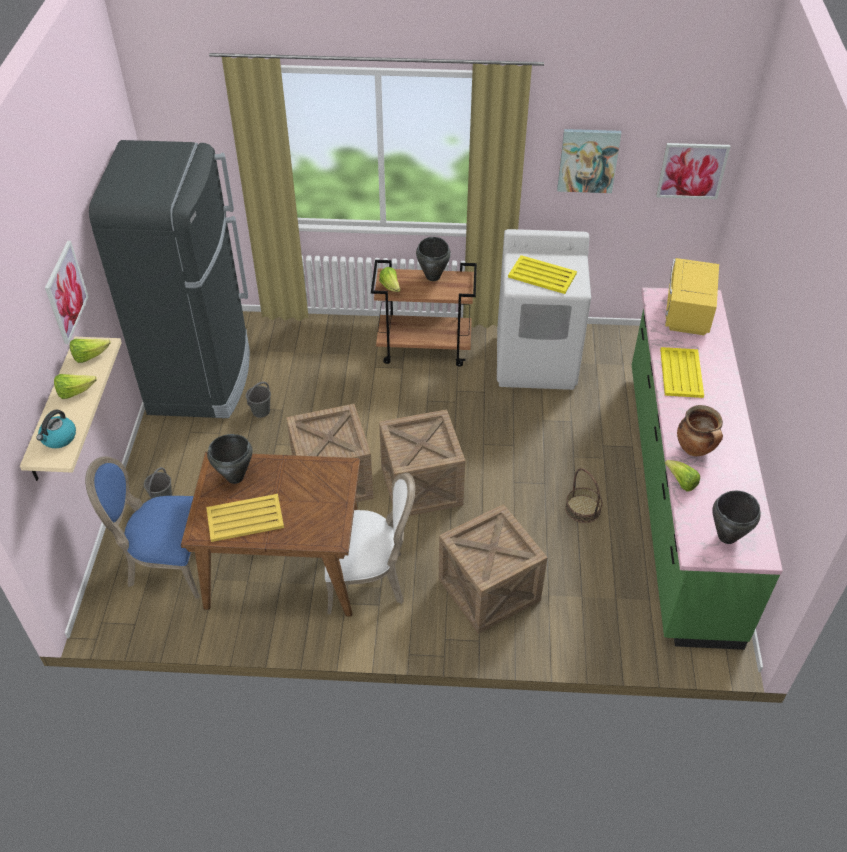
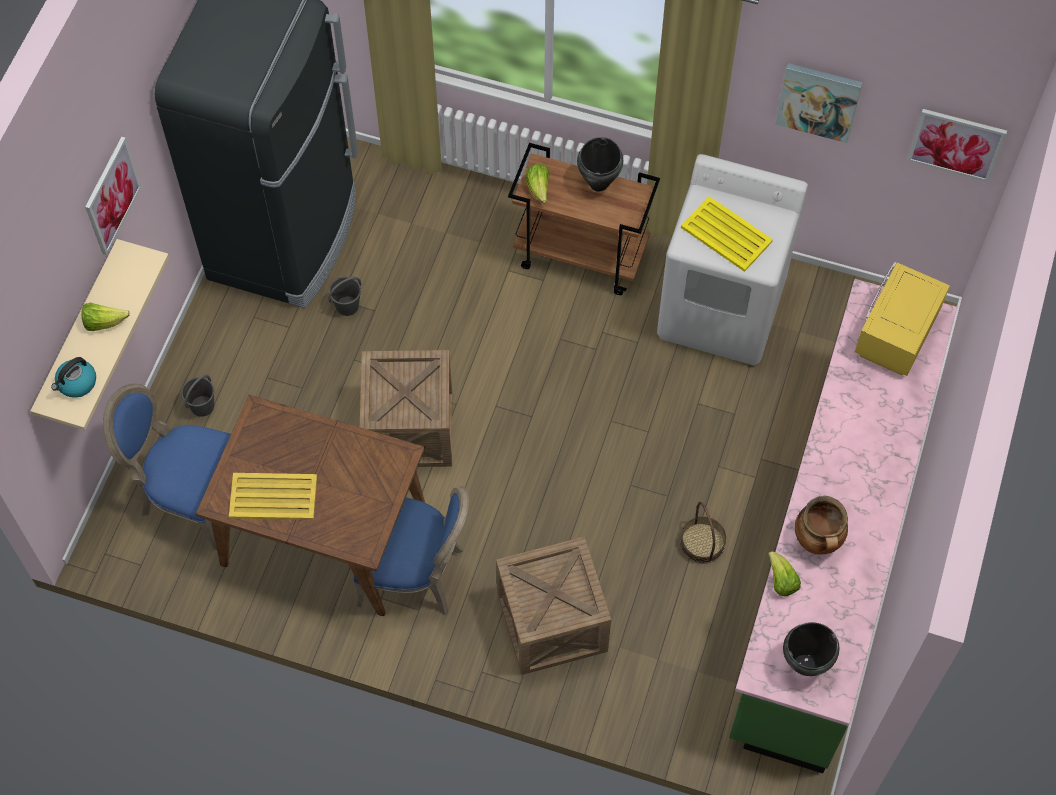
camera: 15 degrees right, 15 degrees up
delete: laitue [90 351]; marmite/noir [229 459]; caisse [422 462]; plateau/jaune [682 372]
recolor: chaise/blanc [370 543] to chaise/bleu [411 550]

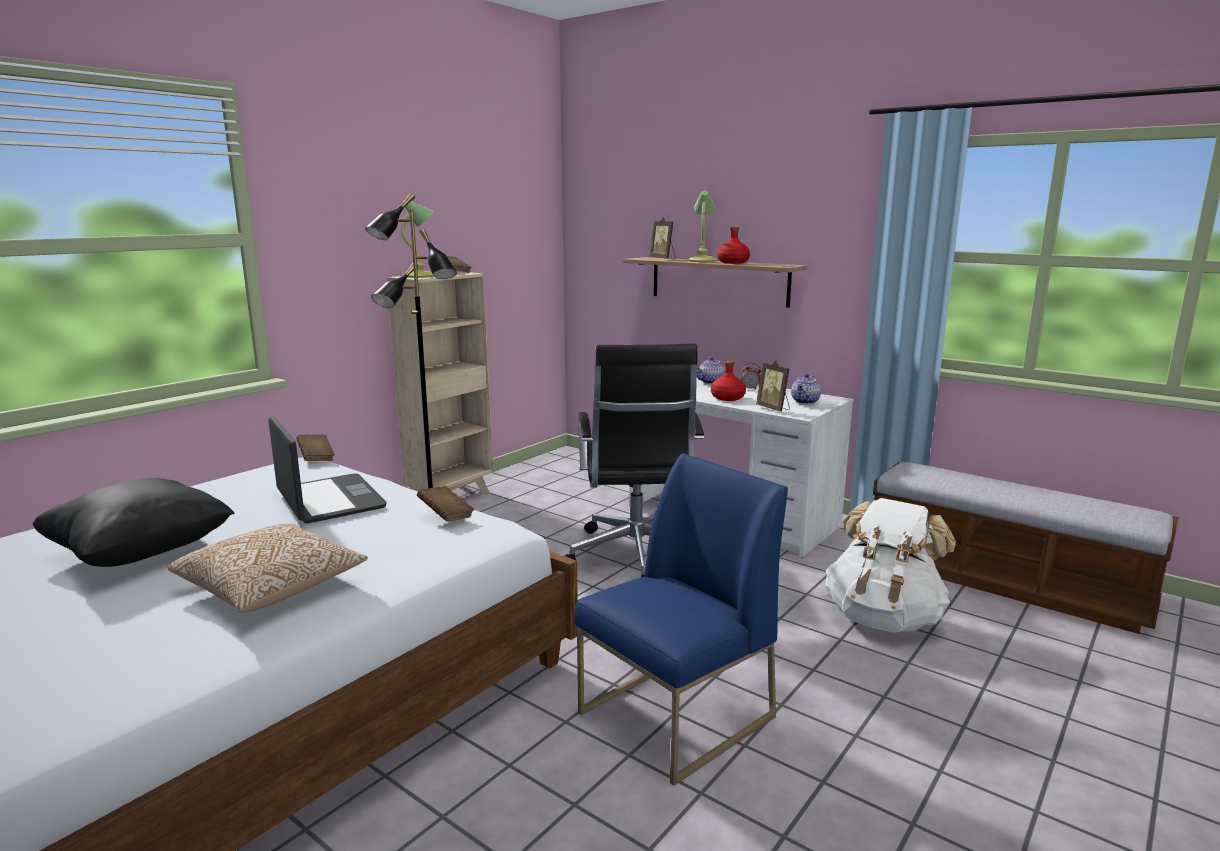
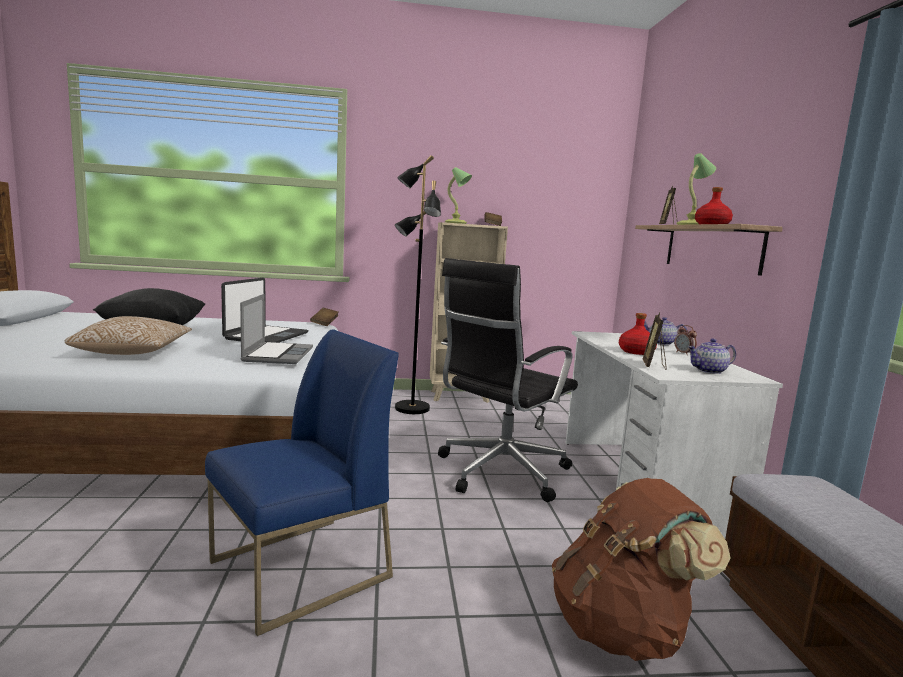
camera: 45 degrees right, 5 degrees down
replace: livre/marron [445 503] to ordinateur portable [276 329]
recolor: sac à dos/blanc [890 565] to sac à dos/marron [641 569]
rotate: chaise/bleu [681 619] = [302 482] 45 degrees counterclockwise

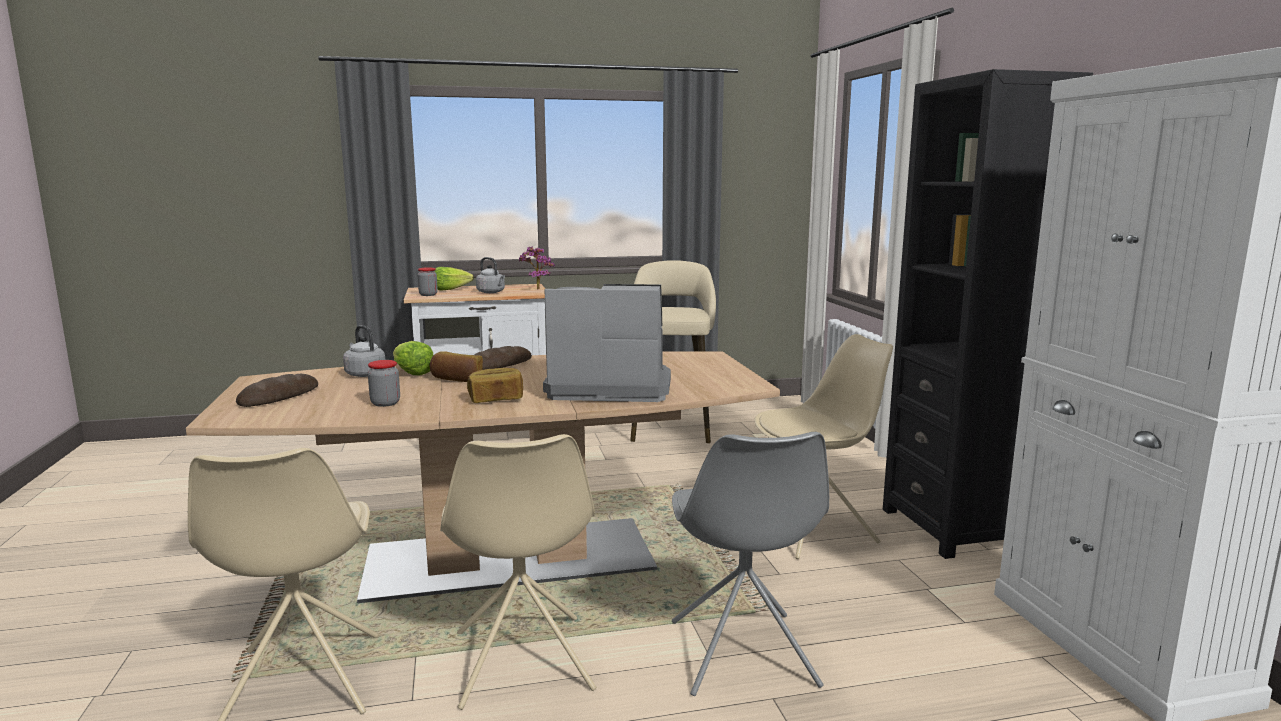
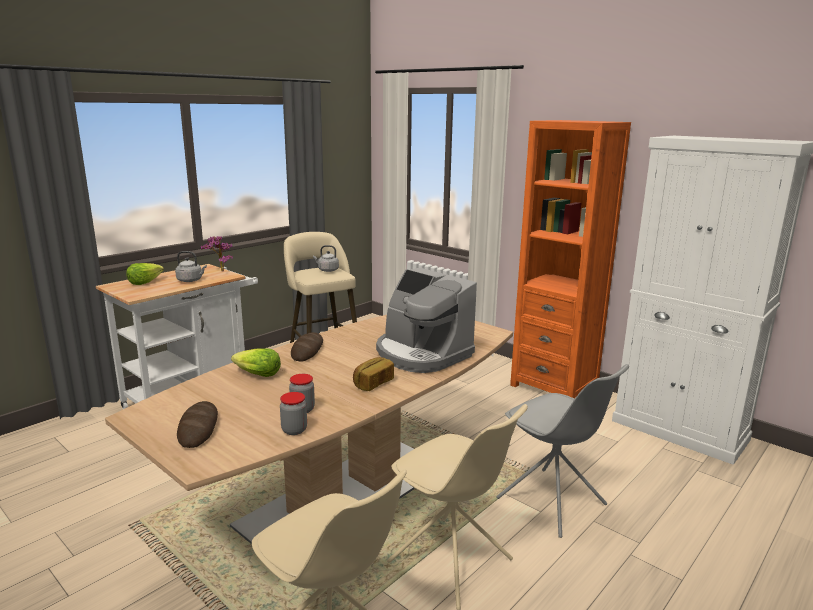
camera: 35 degrees left, 5 degrees up
delete: pain [456 366]; chaise/beige [823 446]
move: bouilloire/gris [364 351] to [326 258]; bocal [428 281] to [293 413]
recolor: bibliothèque/noir [988 314] to bibliothèque/orange [570 259]
rotate: machine à café [607 343] = [426 320] 105 degrees counterclockwise

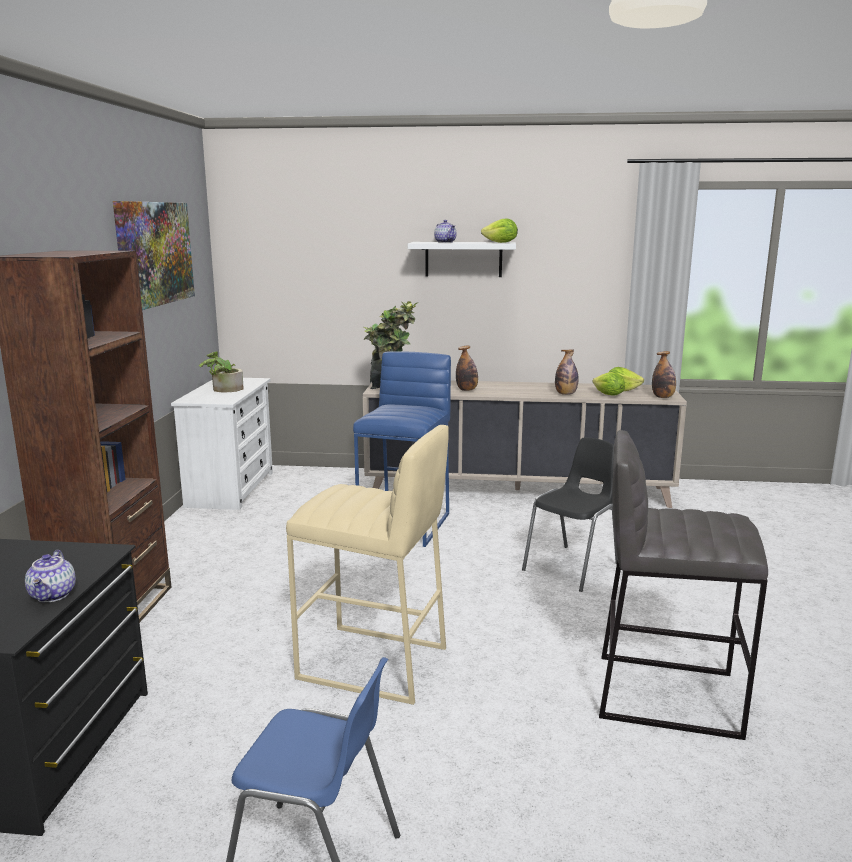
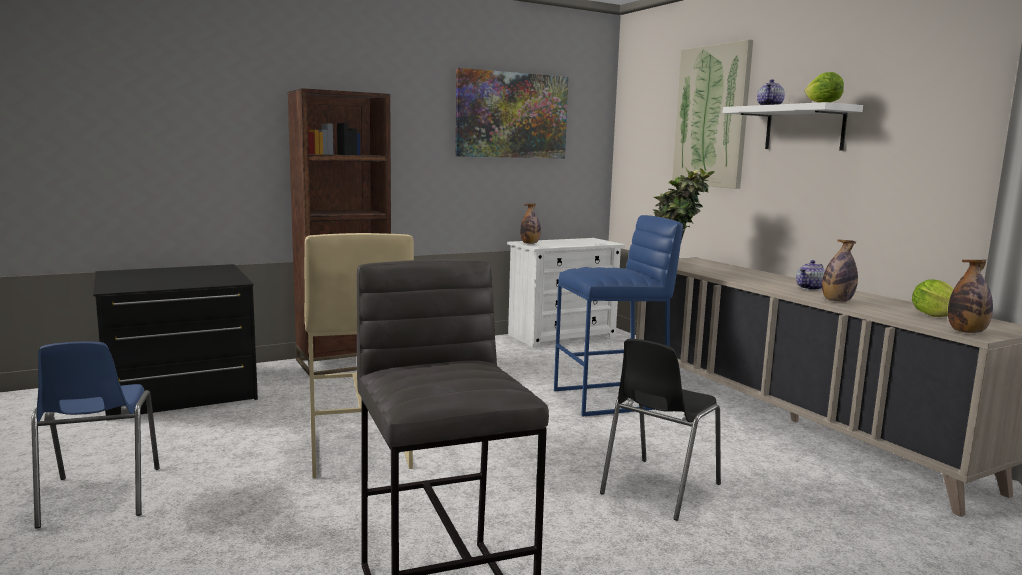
camera: 55 degrees right, 5 degrees down
delete: plante en pot [221 372]; laitue [609 384]
insert: tableau [712 114]
move: théière [50 576] to [810 275]; bouteille [467 368] to [530 223]
rotate: chaise/noir [570 515] = [660 430] 120 degrees clockwise

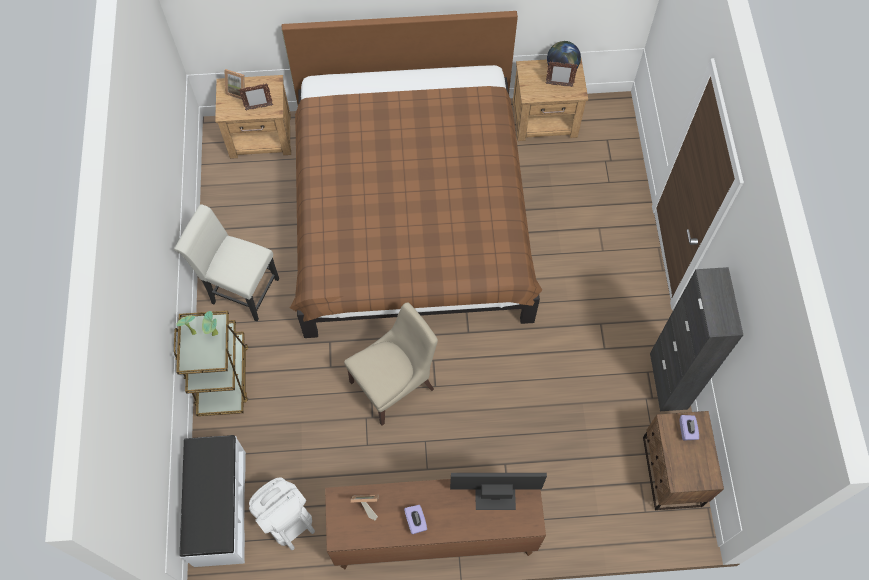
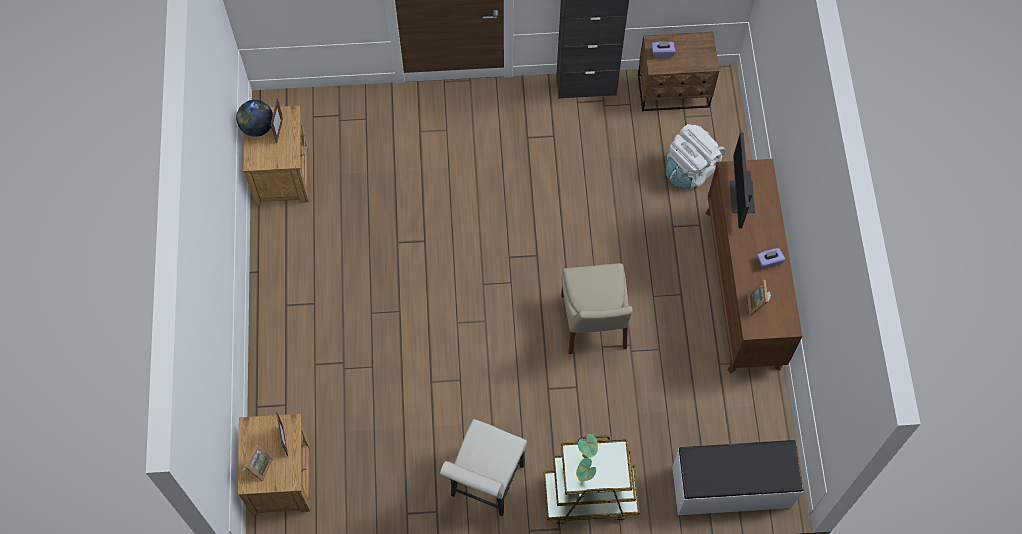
camera: 90 degrees left, 0 degrees up
delete: lit/marron [412 174]
move: sac à dos/blanc [282 514] to [695 156]
rotate: chaise/beige [391 364] = [597 308] 150 degrees counterclockwise

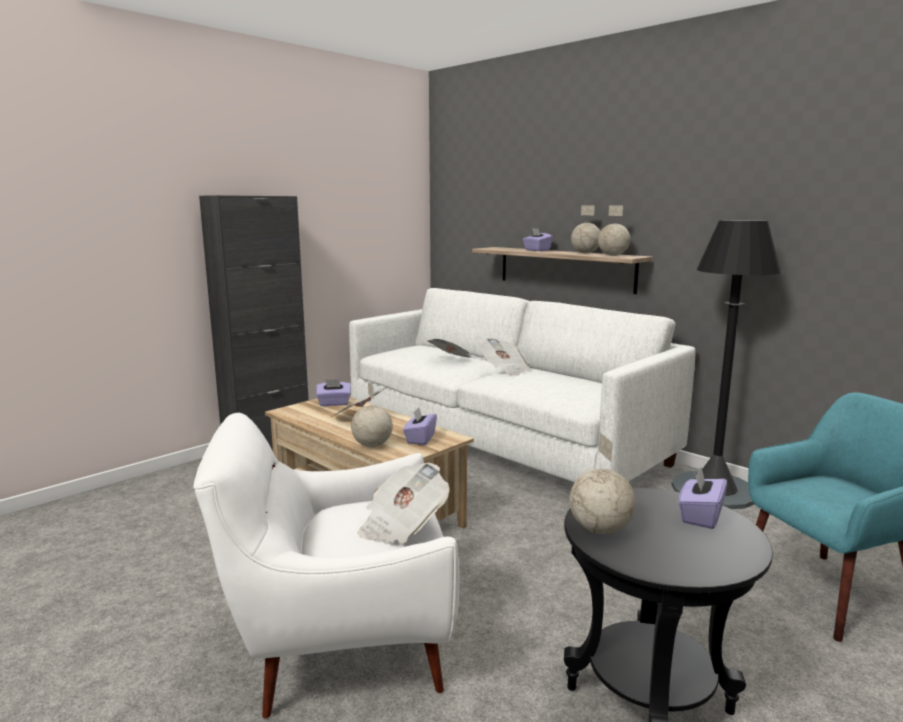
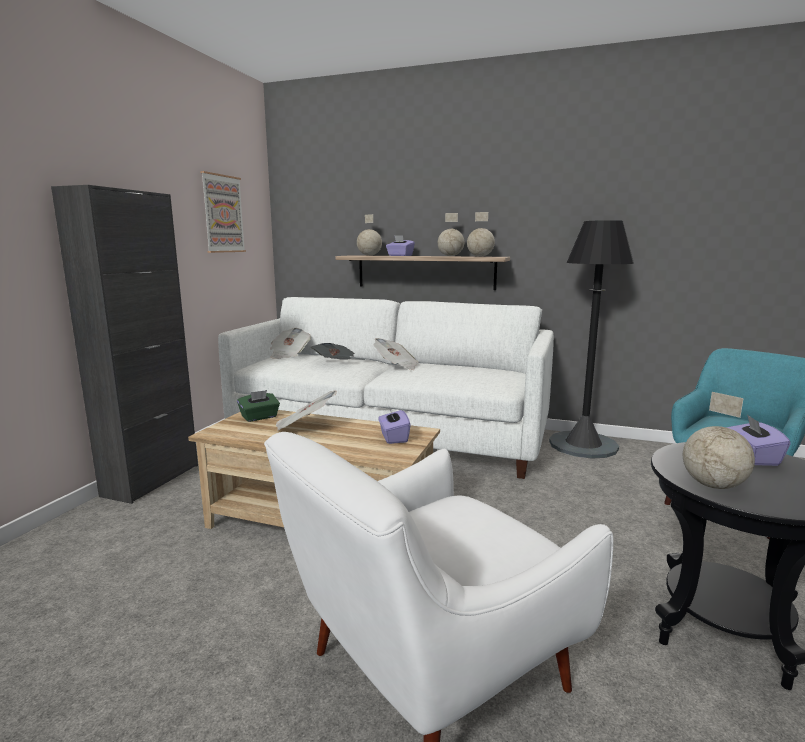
camera: 25 degrees left, 0 degrees up
insert: tableau [223 212]
move: globe [372 414] to [369 235]; journal [404 503] to [290 343]
recolor: boîte à mouchoirs/violet [333 392] to boîte à mouchoirs/vert [258 406]

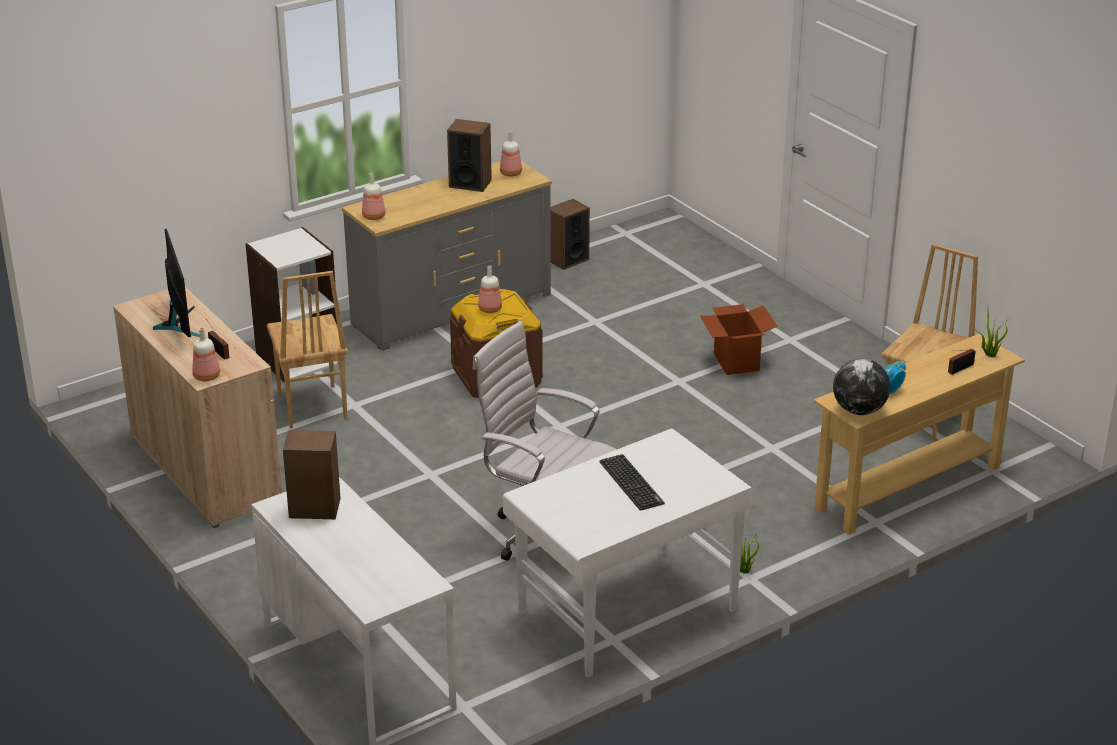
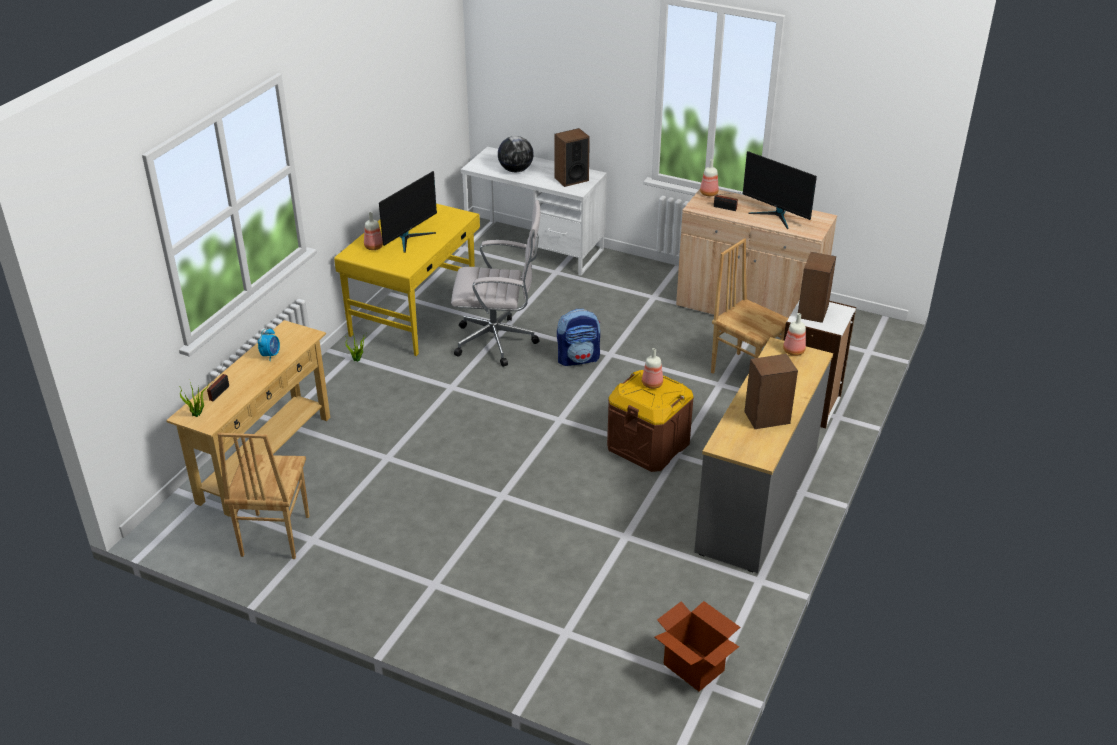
camera: 150 degrees right, 5 degrees up
insert: sac à dos [578 337]
move: bouteille [511 154] to [373 231]; enceinte [570 234] to [817 287]; carton [739 339] to [697 646]; globe [861 387] to [516 154]
replace: clavier [632 482] to écran d'ordinateur [408 212]
recolor: bureau/blanc [628 552] to bureau/jaune [407 280]

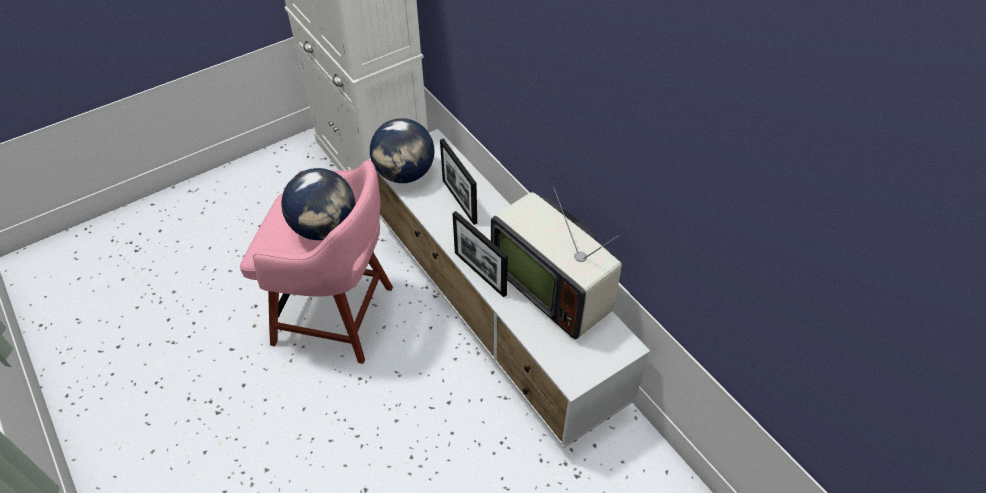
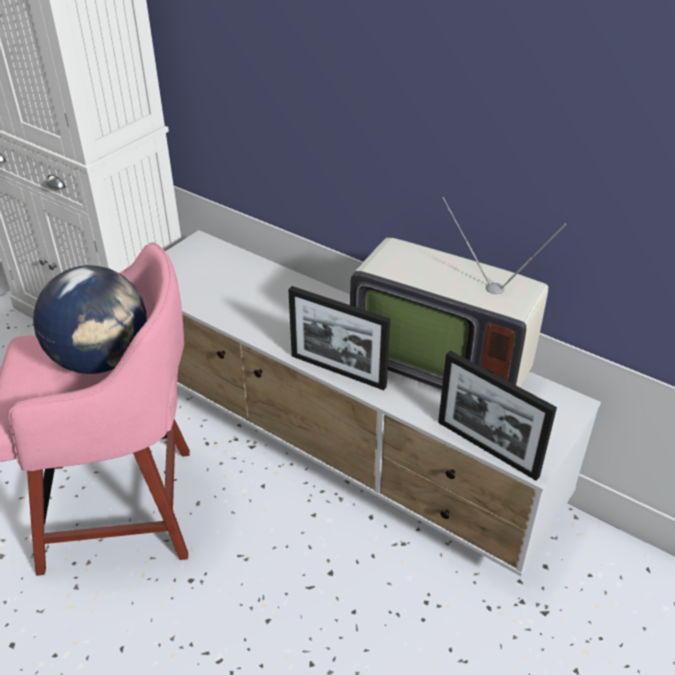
camera: 20 degrees left, 10 degrees down
delete: globe [402 150]
move: cadre photo [458 181] to [497 416]

